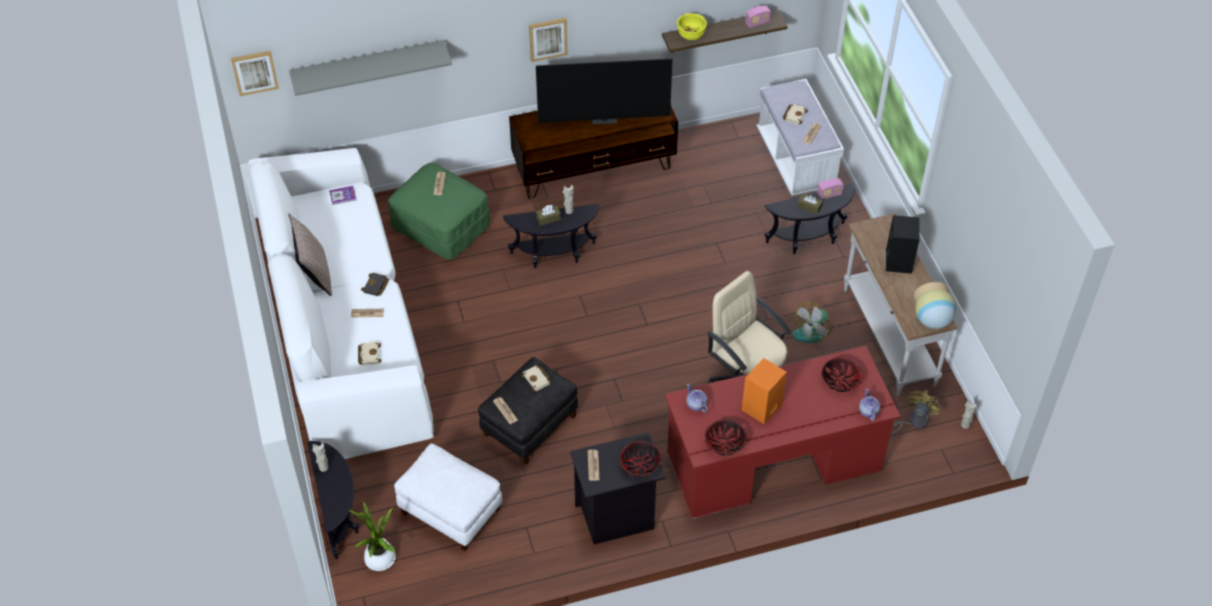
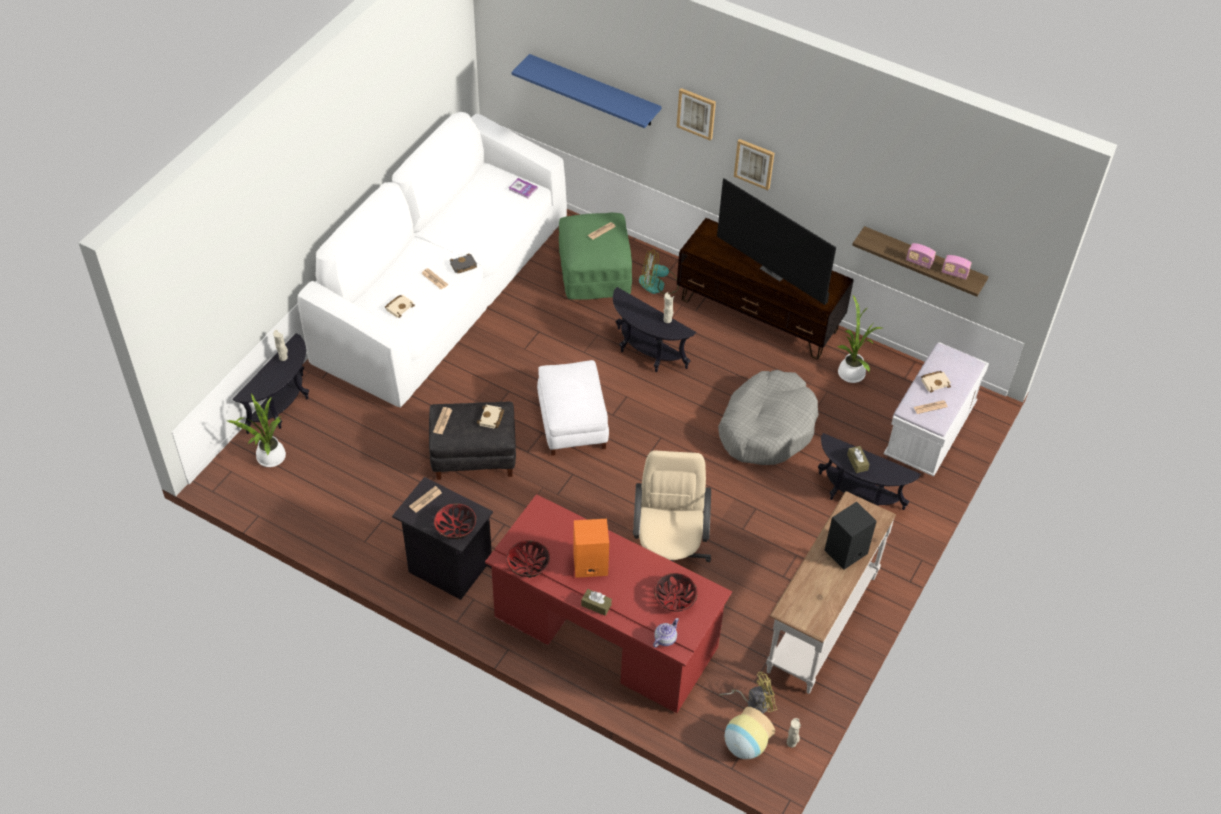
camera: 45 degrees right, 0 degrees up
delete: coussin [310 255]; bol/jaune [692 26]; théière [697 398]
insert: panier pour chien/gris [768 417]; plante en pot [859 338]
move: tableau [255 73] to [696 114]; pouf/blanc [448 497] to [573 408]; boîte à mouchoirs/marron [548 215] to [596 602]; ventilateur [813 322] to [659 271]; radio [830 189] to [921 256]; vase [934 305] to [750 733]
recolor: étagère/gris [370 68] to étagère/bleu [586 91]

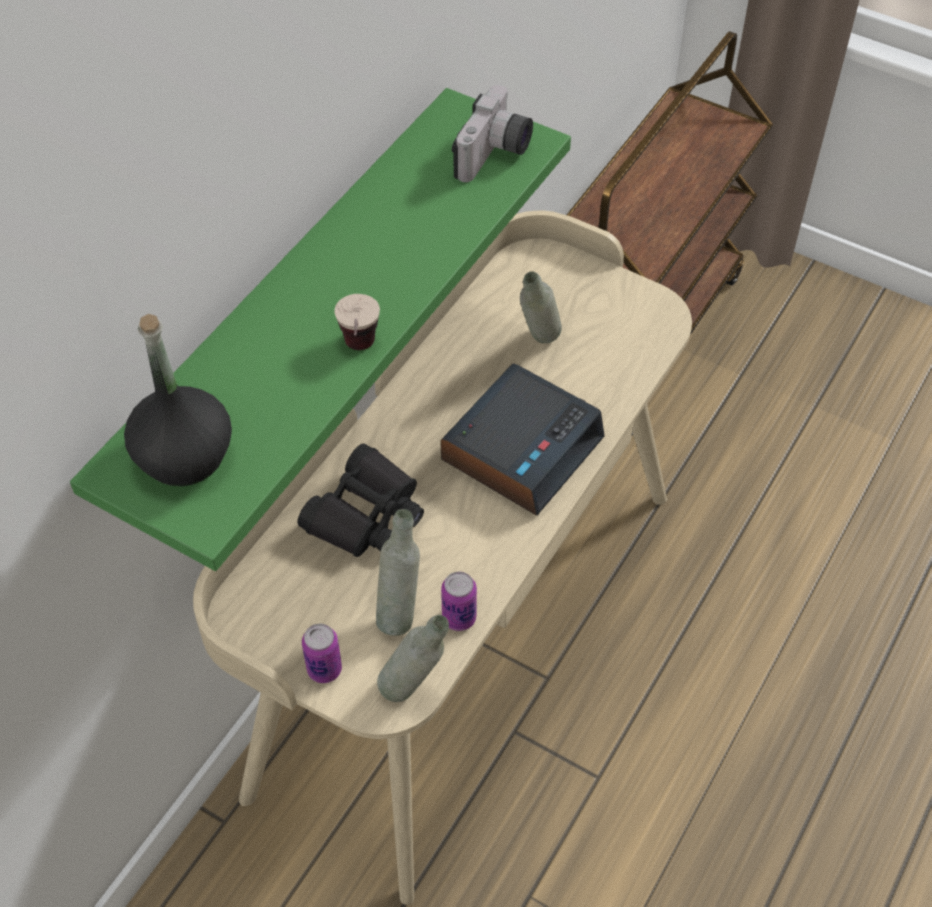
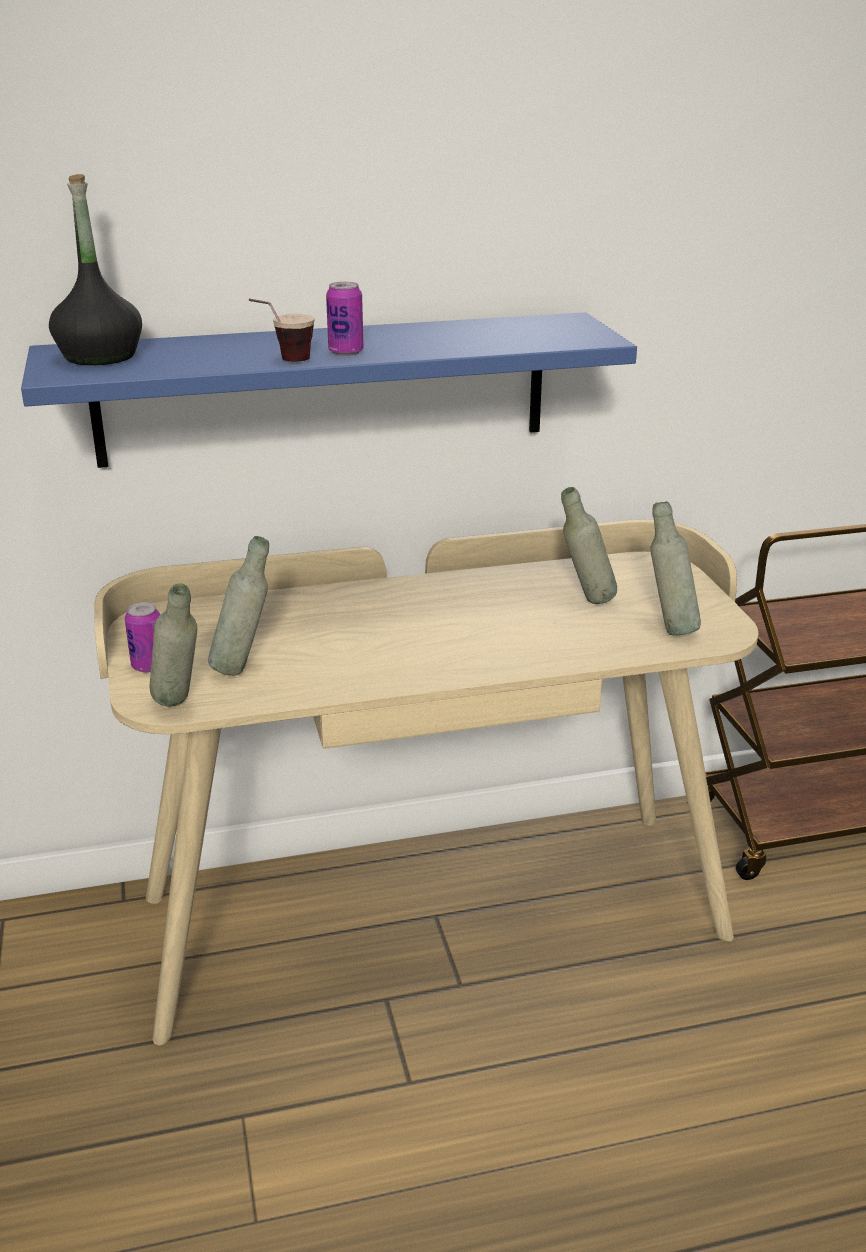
camera: 45 degrees right, 25 degrees down
delete: jumelles/noir [360 500]; réveil [522 439]; appareil photo [492 133]
insert: bouteille/gris [675 568]
move: boîte métallique [459 601] to [345 319]
recolor: étagère/vert [320 329] to étagère/bleu [329 390]

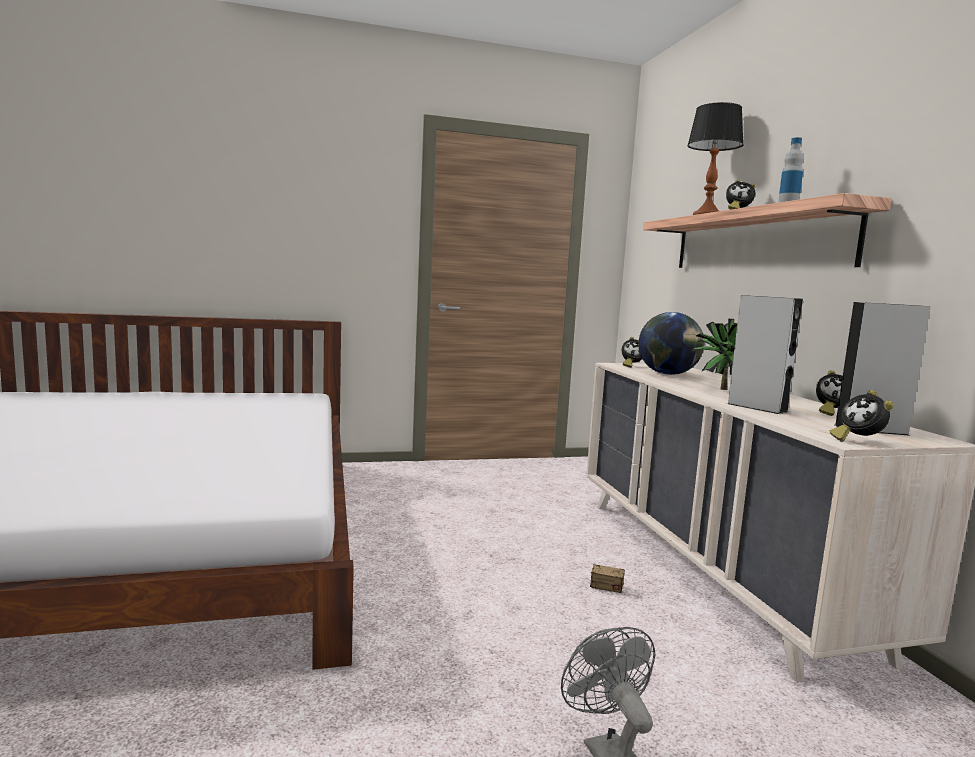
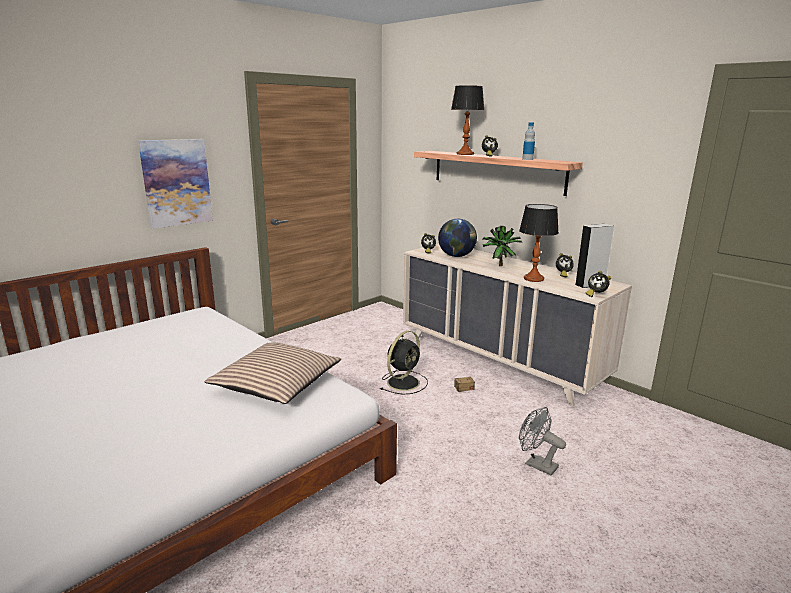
camera: 30 degrees left, 10 degrees up
insert: tableau [175 184]; coussin [272 373]; ventilateur/noir [404 363]
replace: enceinte/gris [765 354] to lampe de table [539 243]

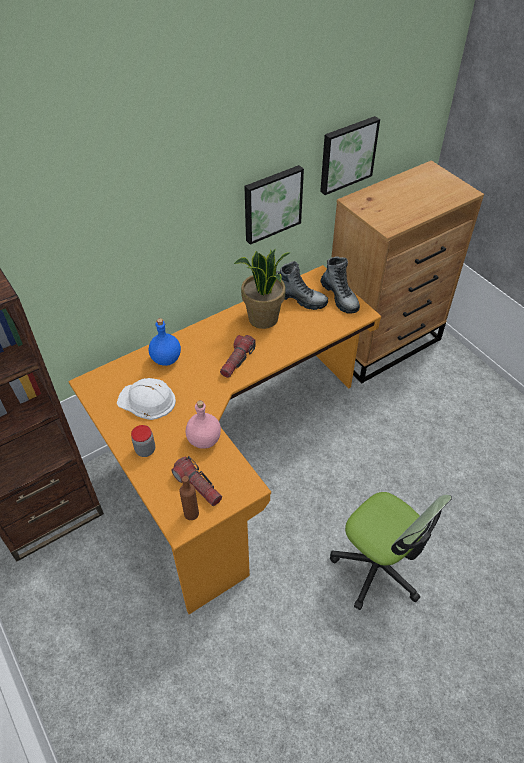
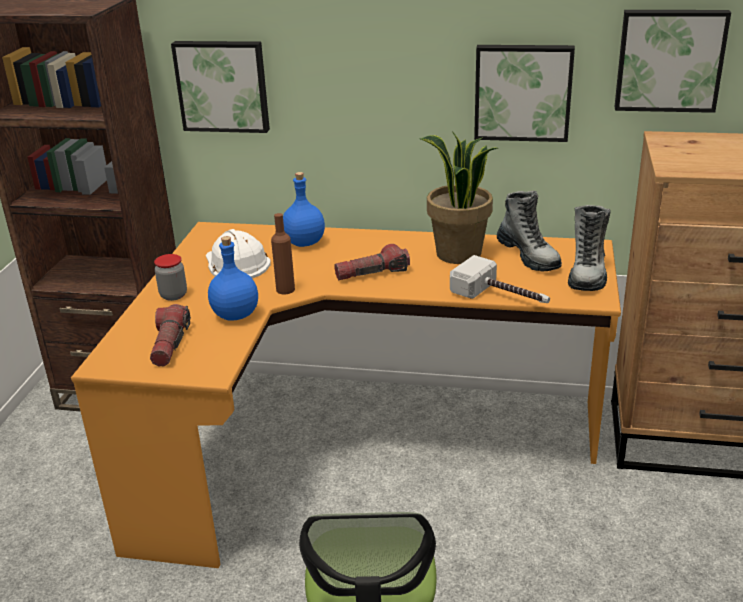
camera: 45 degrees right, 20 degrees down
insert: tableau [220 87]; marteau [500 279]
move: bouteille/marron [189 498] to [283 254]
recolor: bouteille/rose [203 424] to bouteille/bleu [233 278]

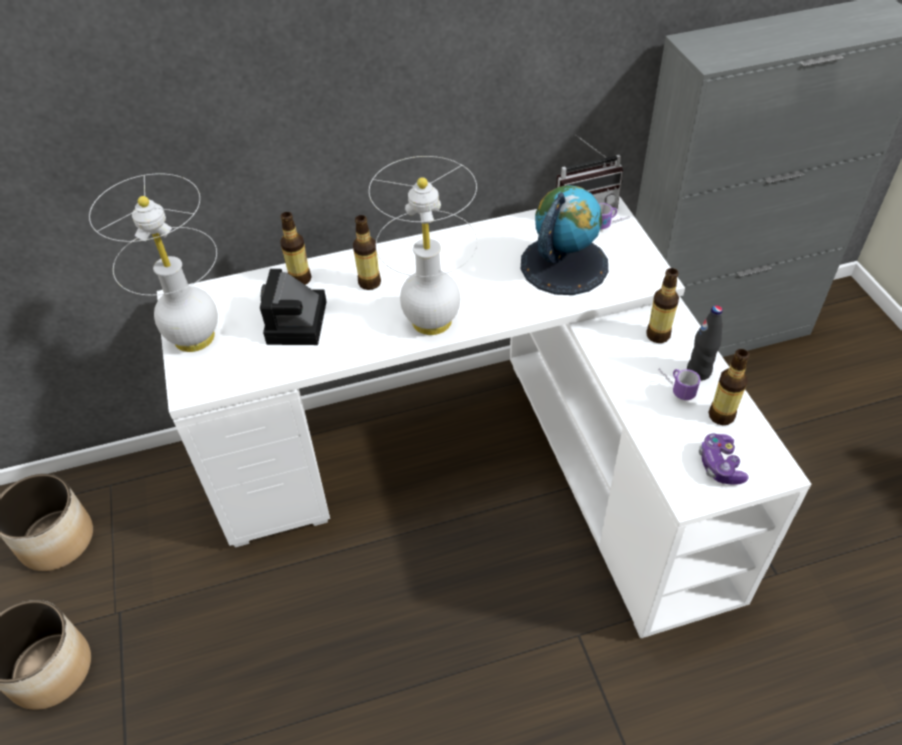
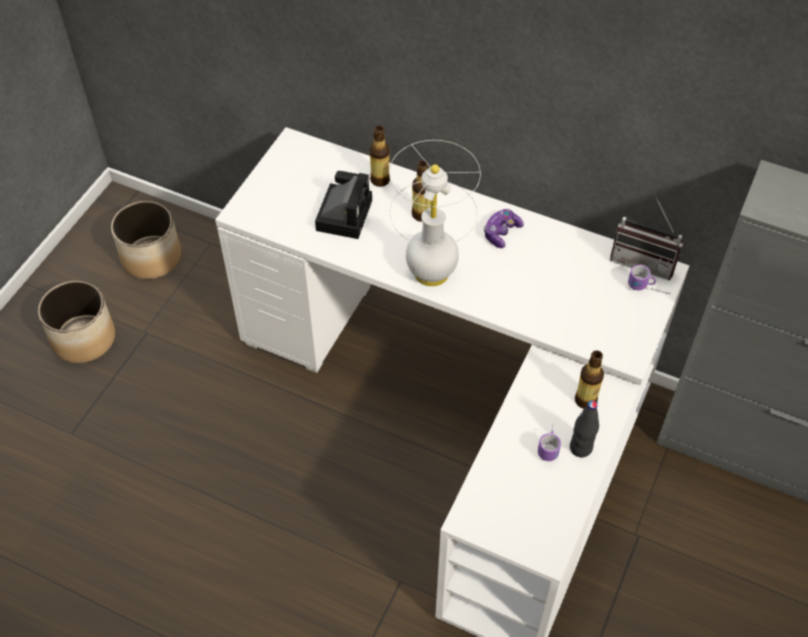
camera: 40 degrees right, 5 degrees up
delete: lampe de table/blanc [153 262]; globe [564 240]; bouteille [728 387]
move: manette [724 459] to [504 228]
rotate: appareil photo [293 307] = [343 205] 150 degrees clockwise

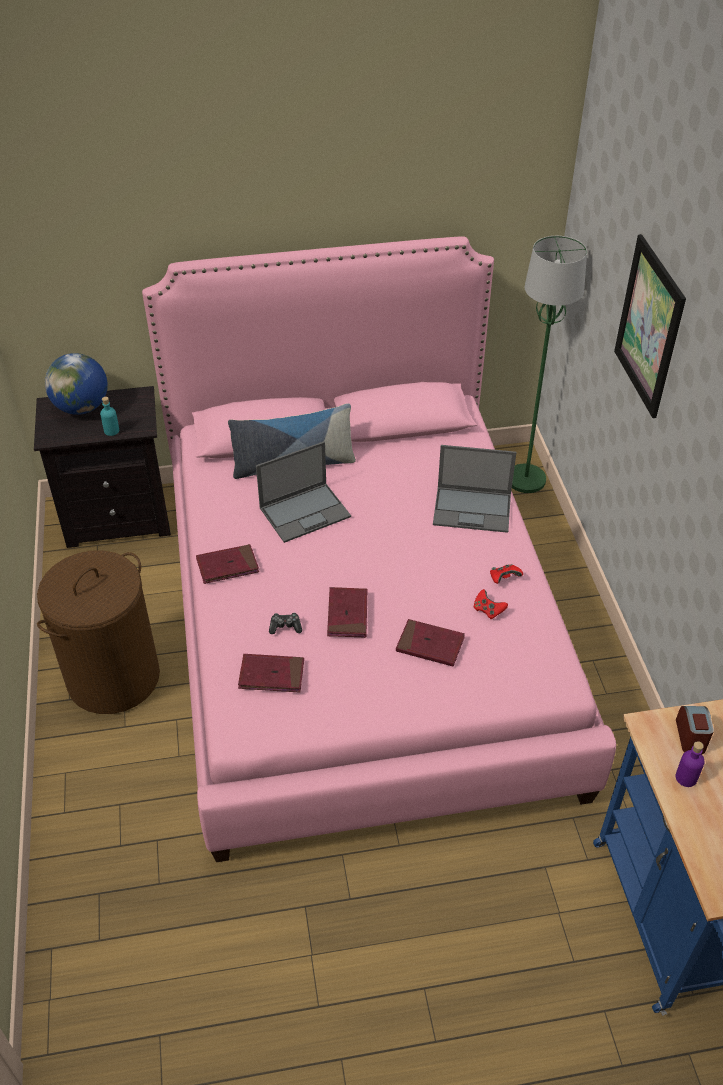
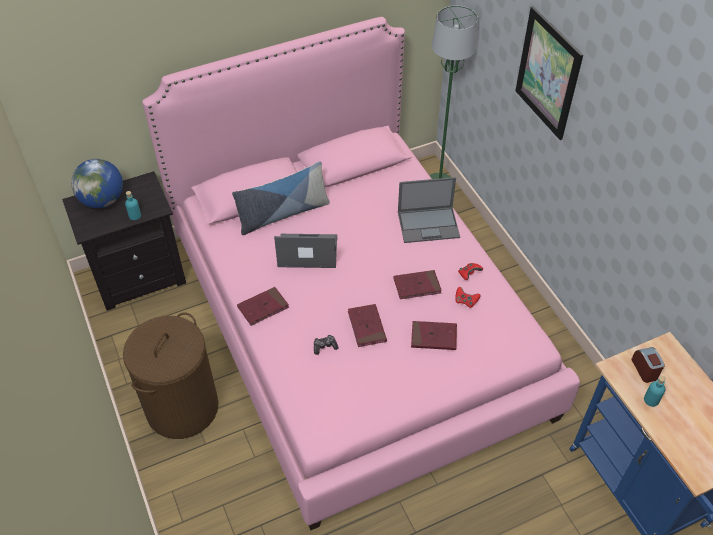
camera: 15 degrees left, 5 degrees up
move: livre/rouge [271 673] to [417 284]
recolor: bouteille/violet [690 764] to bouteille/turquoise [655 391]
rotate: ordinateur portable [303 492] = [305 251] 135 degrees counterclockwise

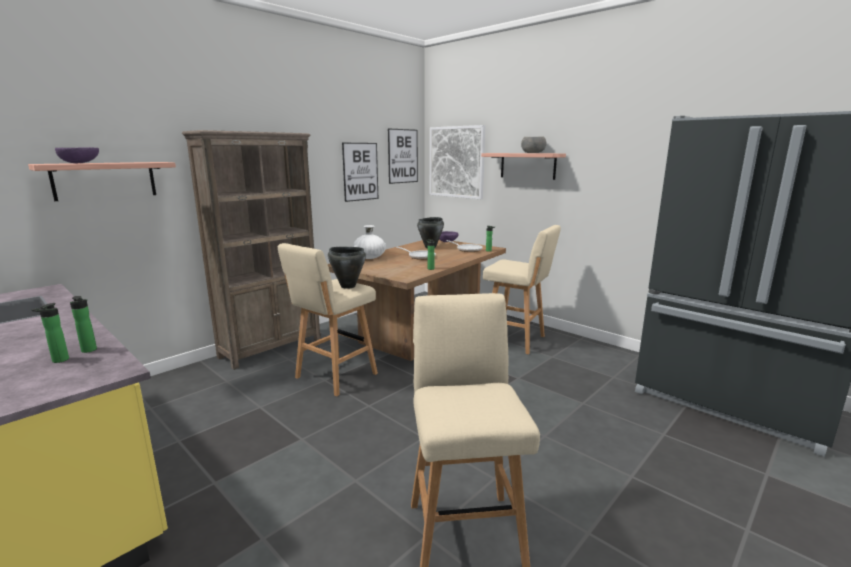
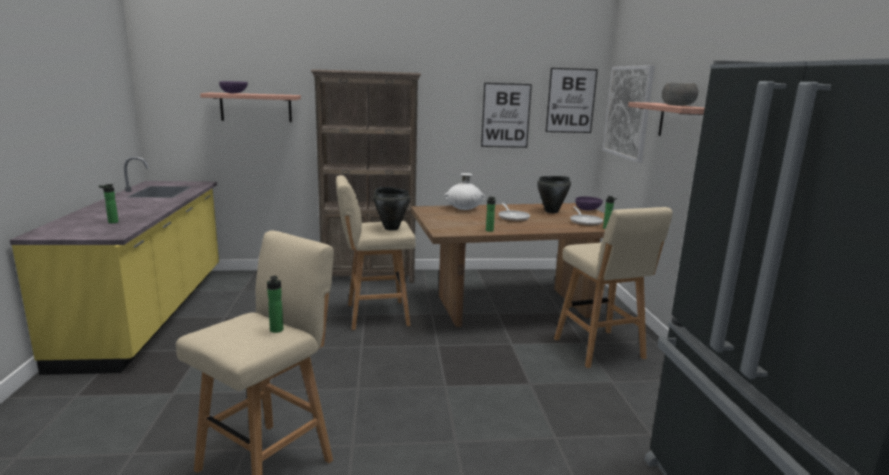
camera: 40 degrees right, 0 degrees up
move: bouteille [83 324] to [275 304]

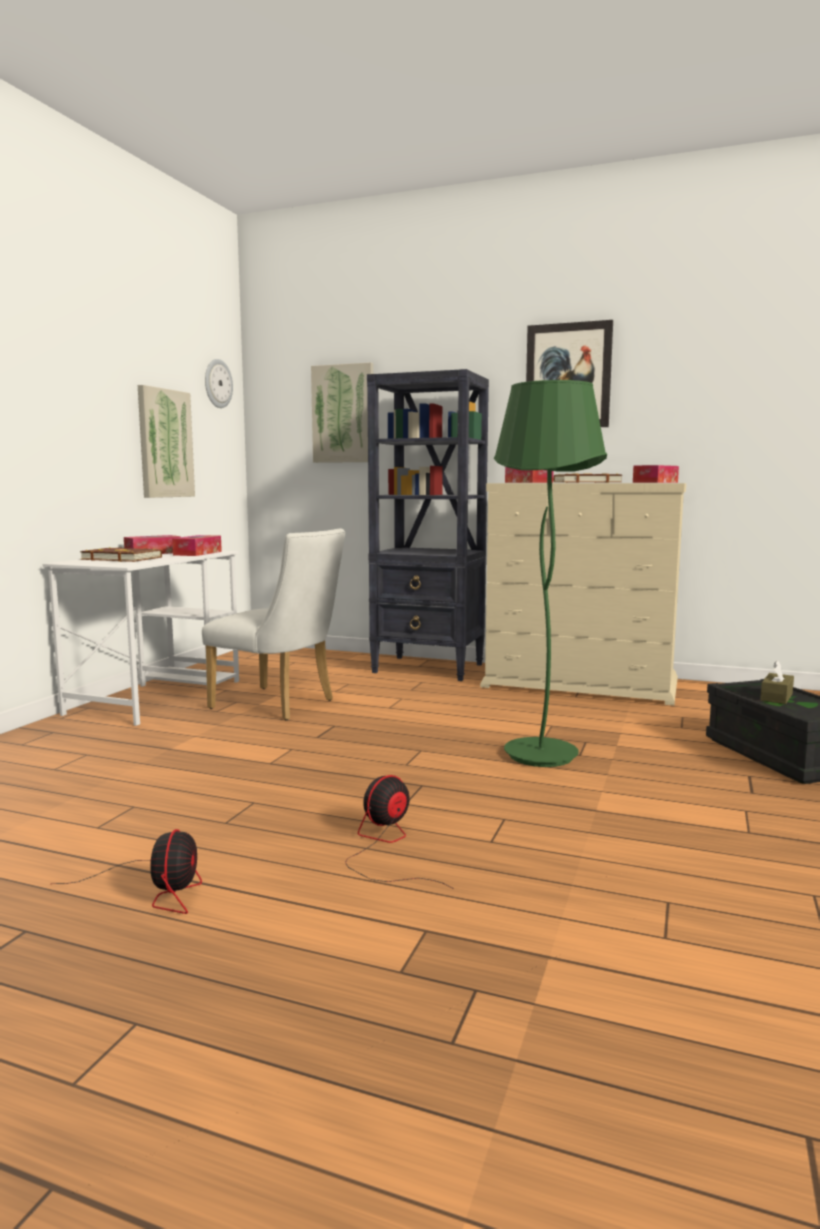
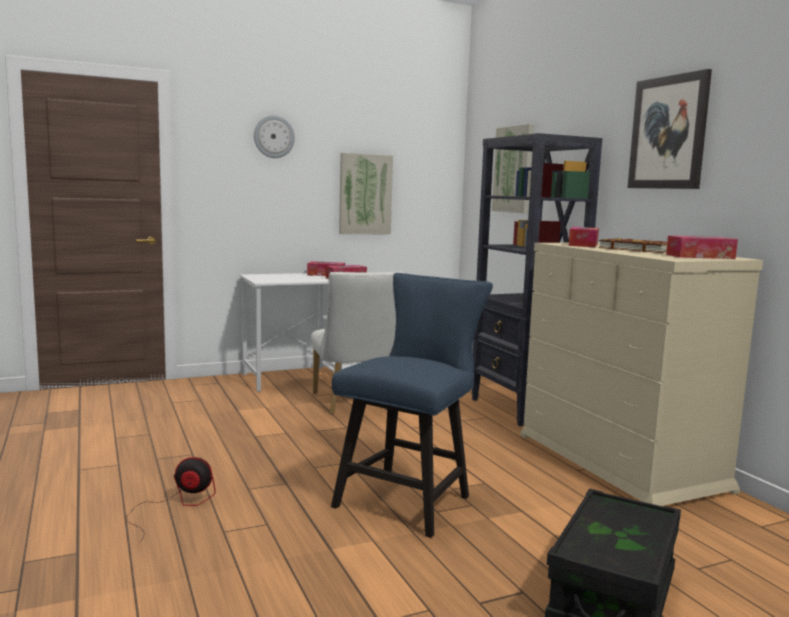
camera: 45 degrees right, 0 degrees up
delete: ventilateur [126 871]; livre/marron [121 554]; boîte à mouchoirs/marron [777 682]
move: horloge murale [219 383] to [274 136]
replace: lampadaire/vert [550 573] to chaise/bleu [412 405]

